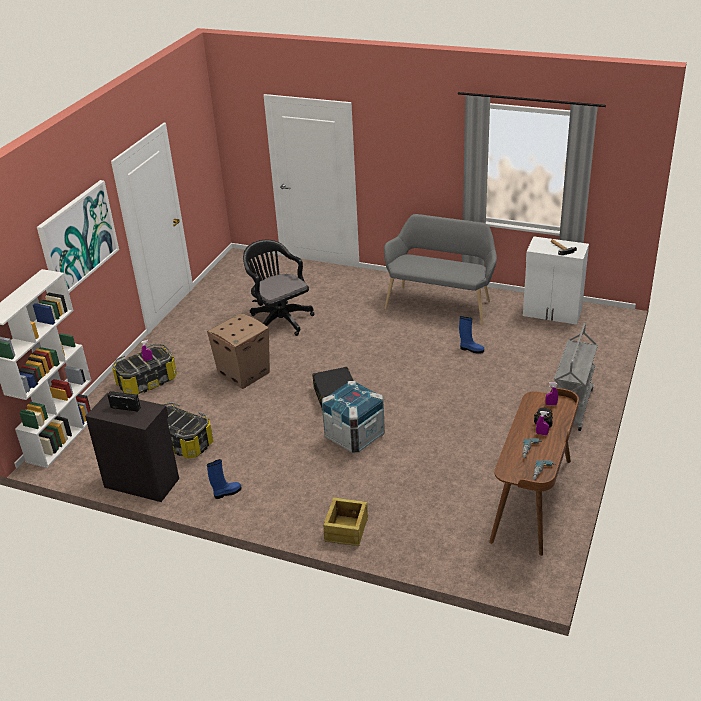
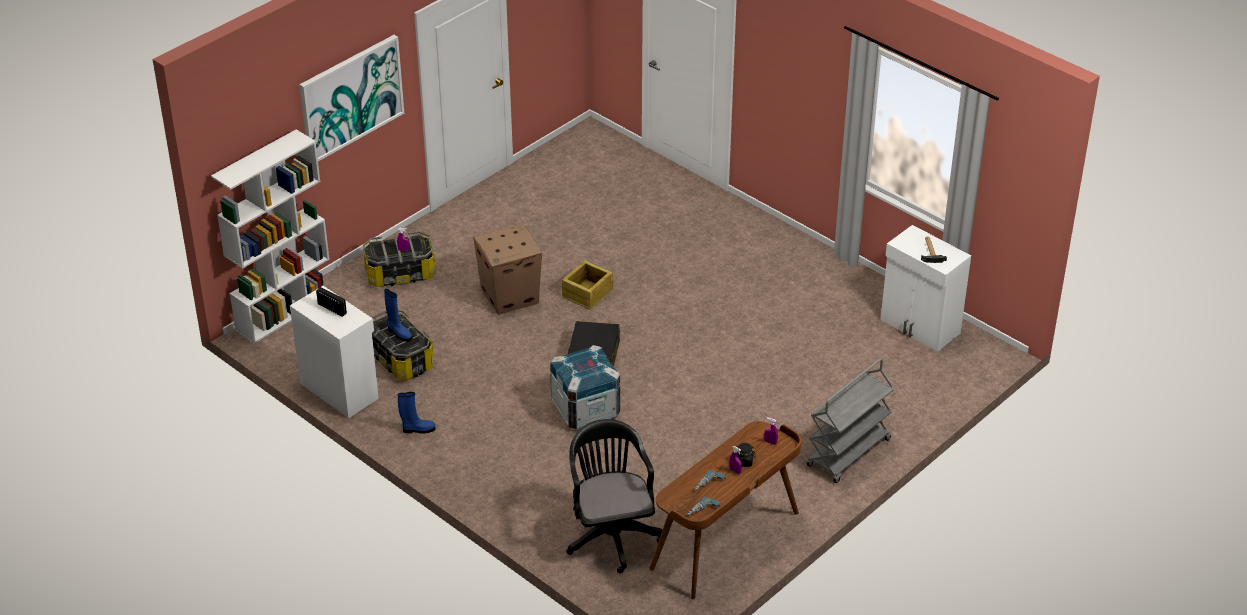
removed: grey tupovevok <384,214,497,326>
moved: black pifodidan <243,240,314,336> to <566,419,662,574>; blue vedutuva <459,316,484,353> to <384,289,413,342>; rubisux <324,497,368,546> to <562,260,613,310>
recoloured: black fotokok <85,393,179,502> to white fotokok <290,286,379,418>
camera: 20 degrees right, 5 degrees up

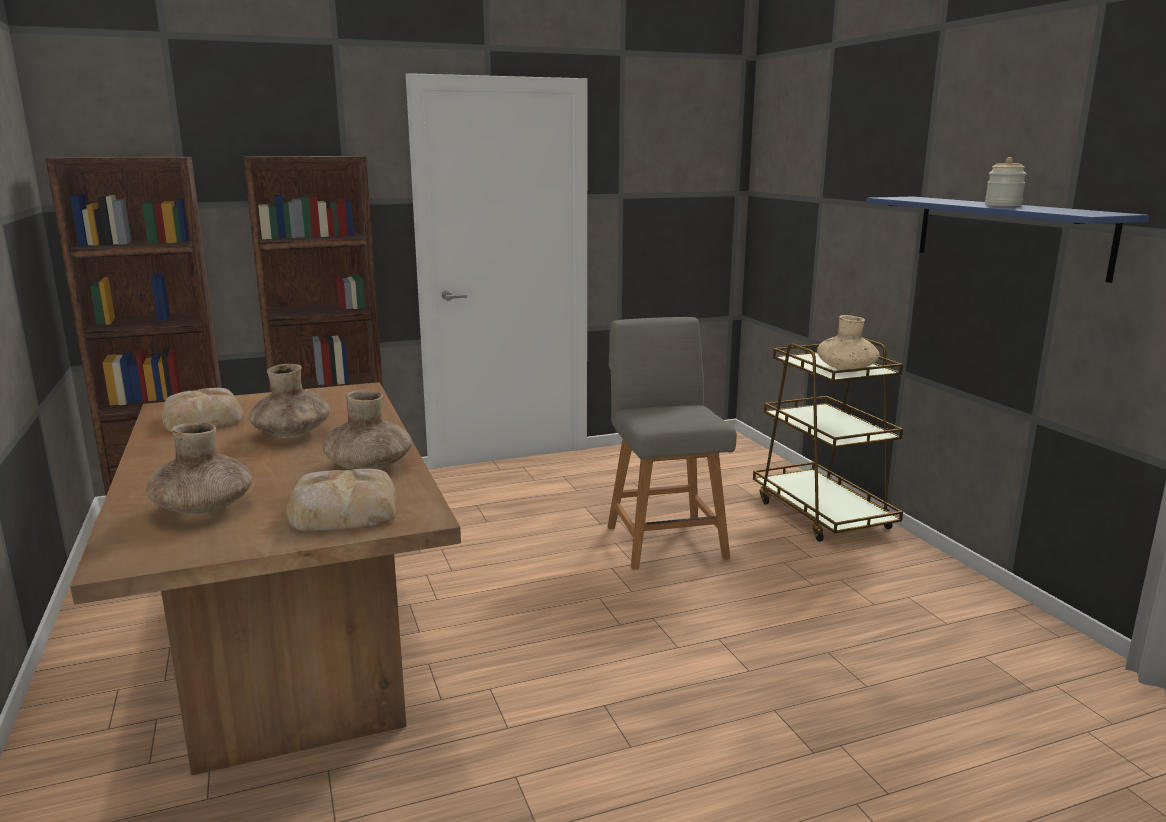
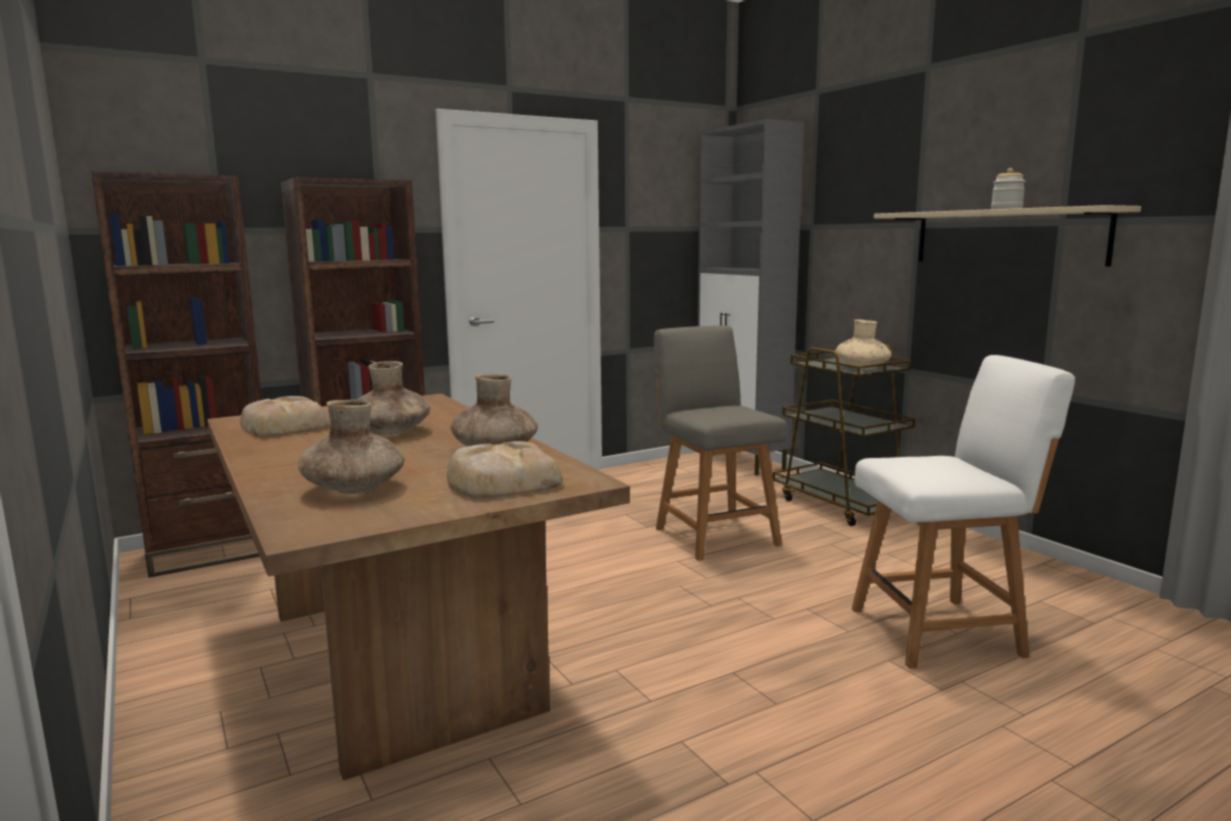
added: grey fotokok <698,119,804,476>; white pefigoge <852,355,1075,669>
recoloured: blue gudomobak <866,197,1149,283> to beige gudomobak <874,205,1141,267>
camera: 10 degrees left, 5 degrees down

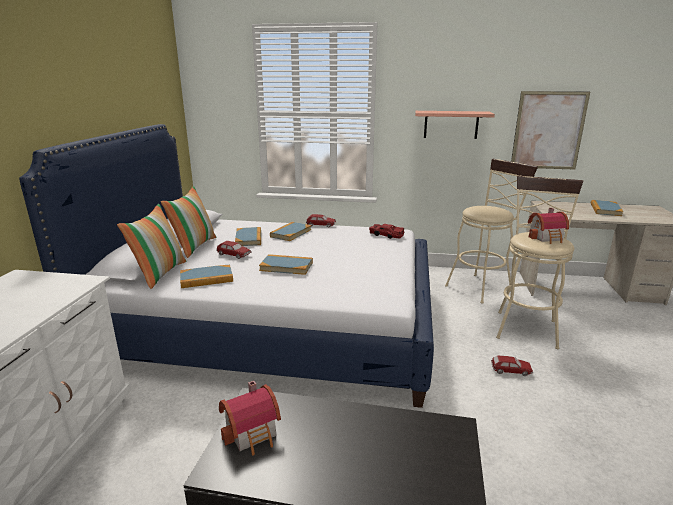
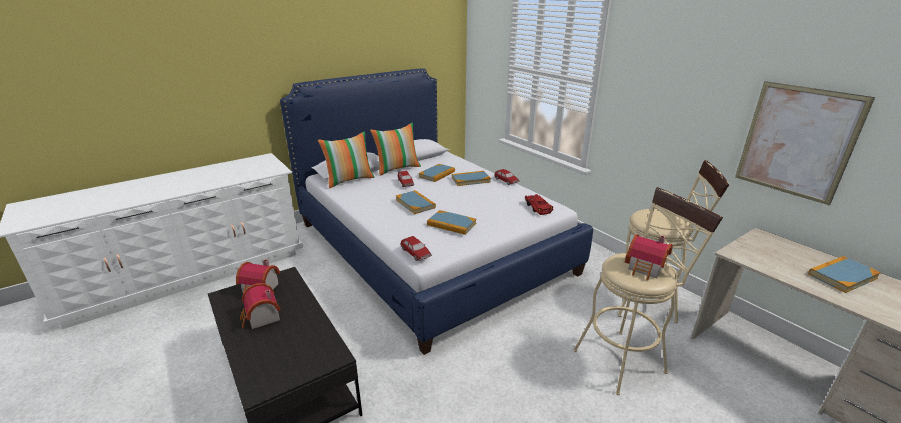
removed: gudomobak <415,111,495,139>
added: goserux <240,283,281,329>
moved: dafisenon <180,265,233,288> to <427,210,476,235>; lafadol <491,356,533,376> to <400,236,432,261>
camera: 45 degrees right, 5 degrees up

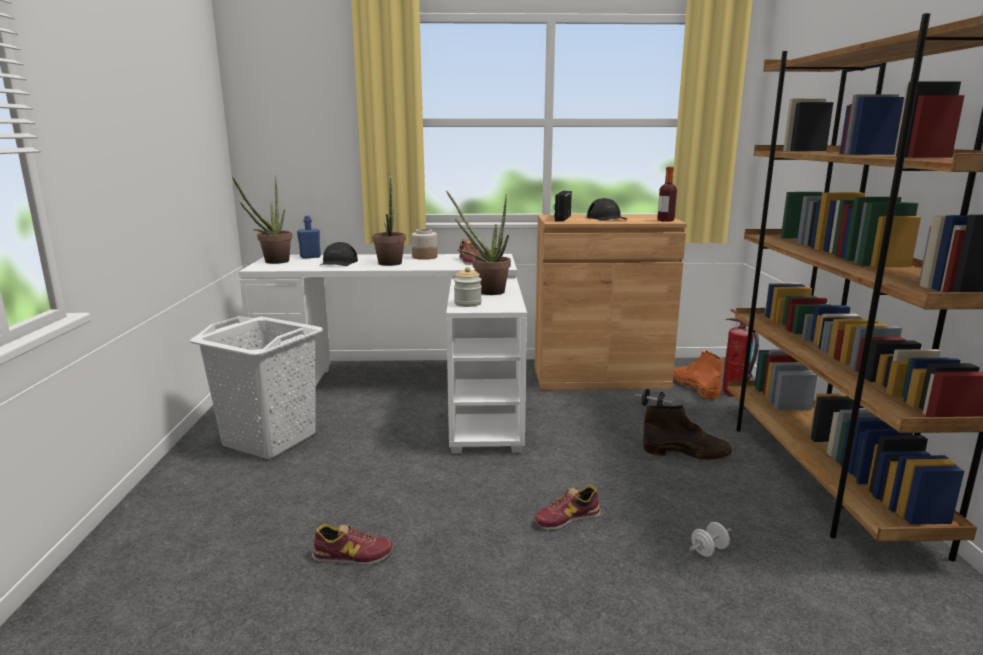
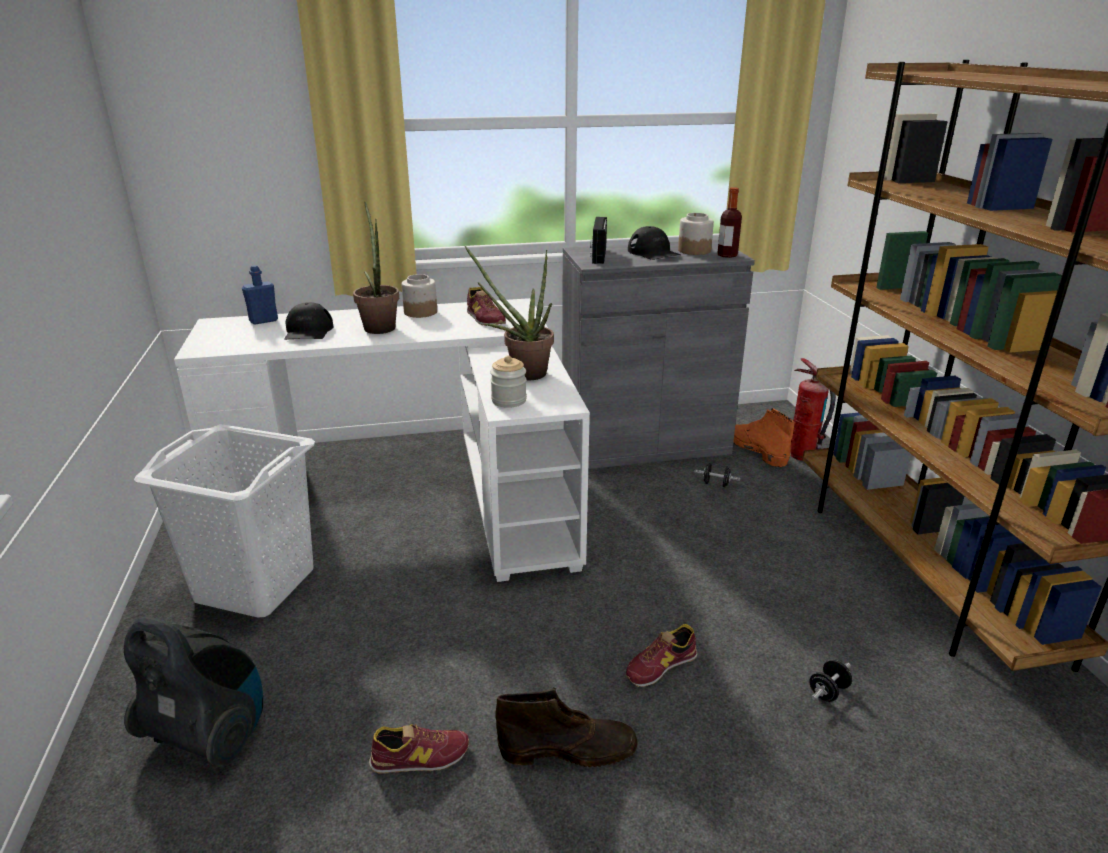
removed: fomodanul <233,176,292,264>
added: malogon <678,213,714,255>; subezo <124,616,263,767>
moved: brown vedutuva <643,405,732,460> to <495,688,638,767>
recoloured: brown fotokok <535,215,687,390> to grey fotokok <562,240,755,469>; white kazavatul <689,522,731,557> to black kazavatul <809,660,852,702>
camera: 10 degrees left, 10 degrees up

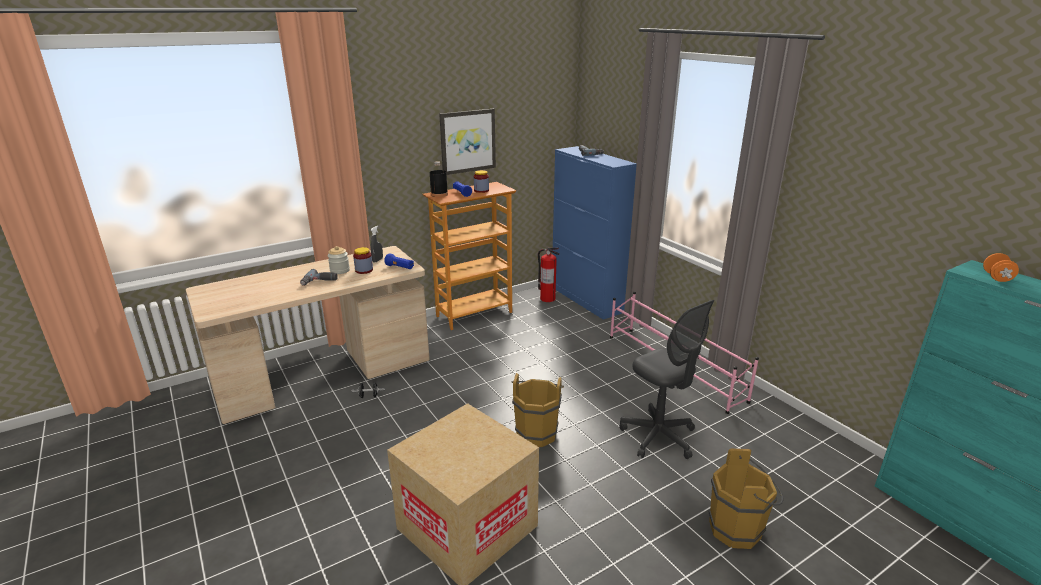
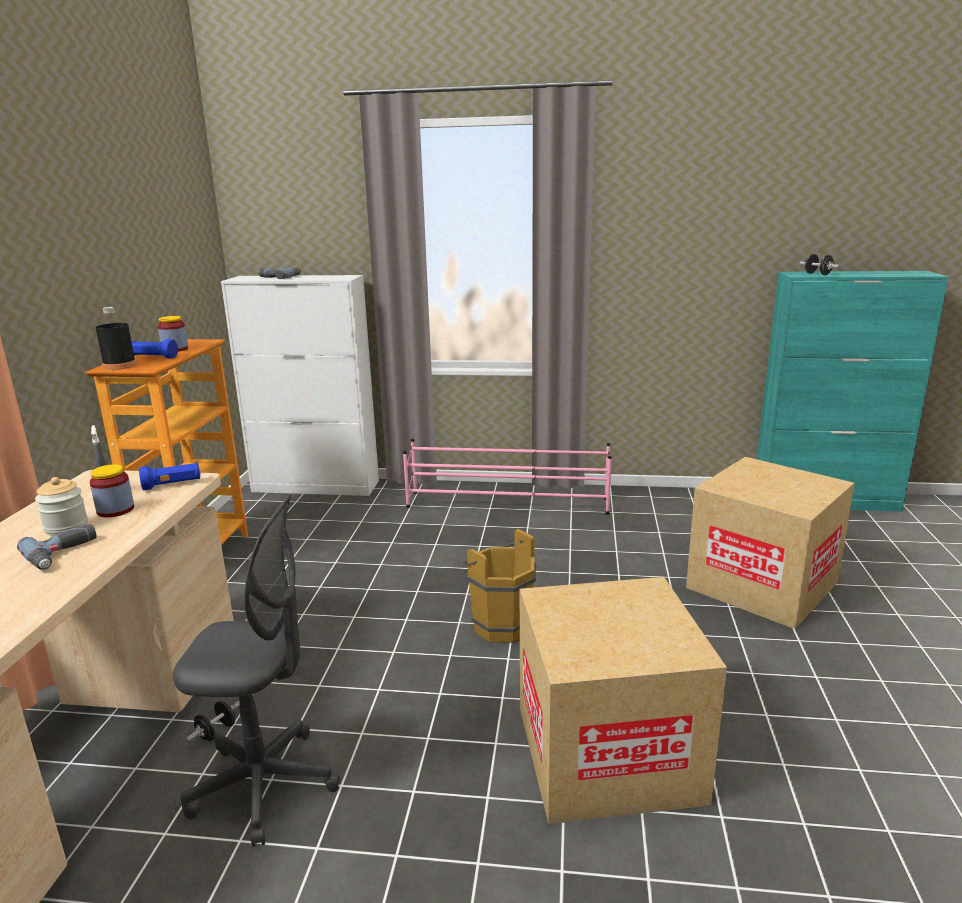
removed: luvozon <439,109,496,175>; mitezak <538,248,559,302>
moved: grey pifodidan <620,300,714,459> to <173,494,340,847>
replaced: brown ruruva <709,448,784,549> to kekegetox <686,457,855,629>
recoloured: blue fotokok <553,146,637,320> to white fotokok <221,275,379,496>; orange kazavatul <983,253,1019,282> to black kazavatul <800,254,839,275>
camera: 50 degrees left, 5 degrees down

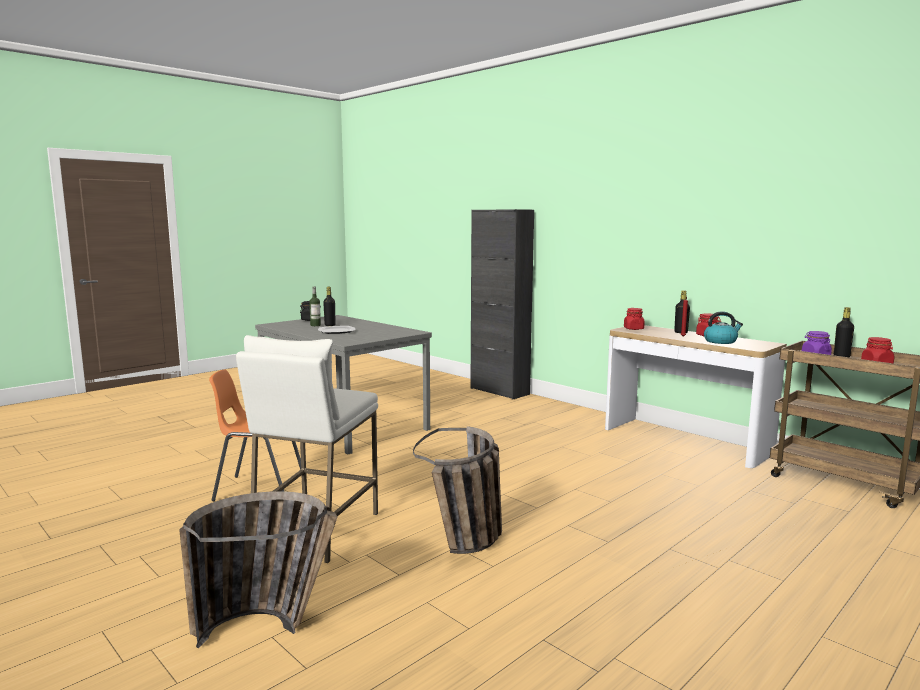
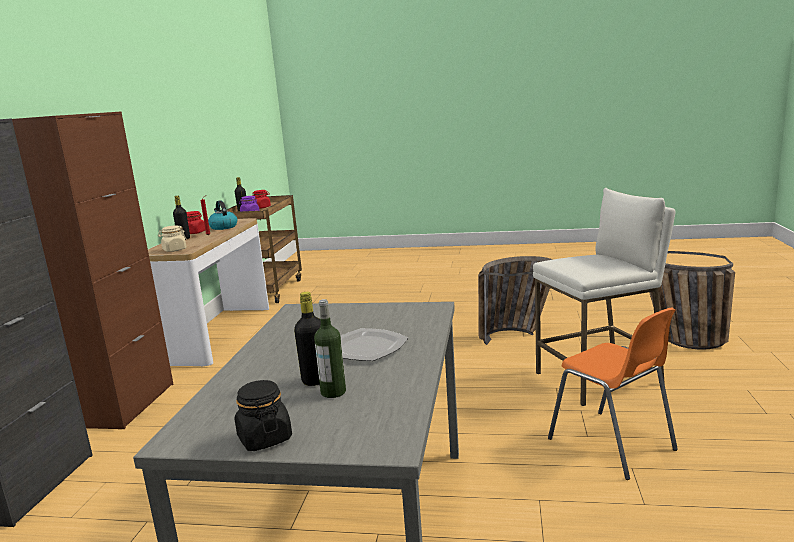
added: brown fotokok <12,111,174,429>
recoloured: red malogon <624,308,645,330> to beige malogon <158,226,187,252>
camera: 125 degrees left, 5 degrees up

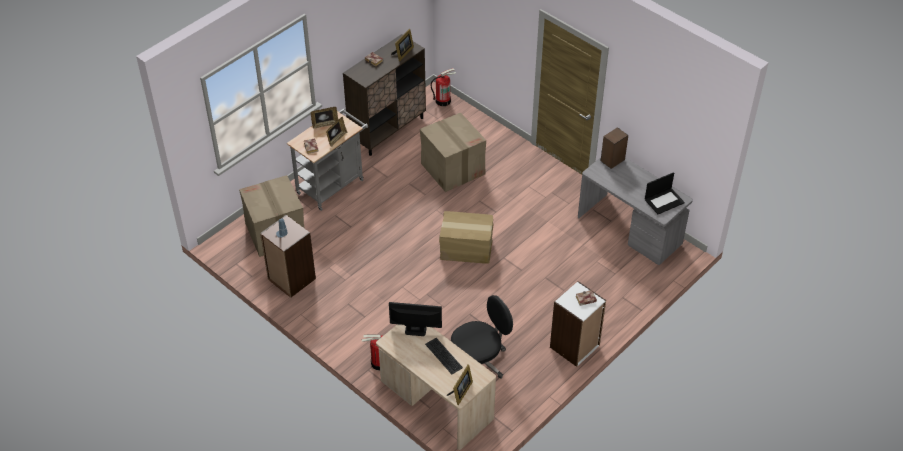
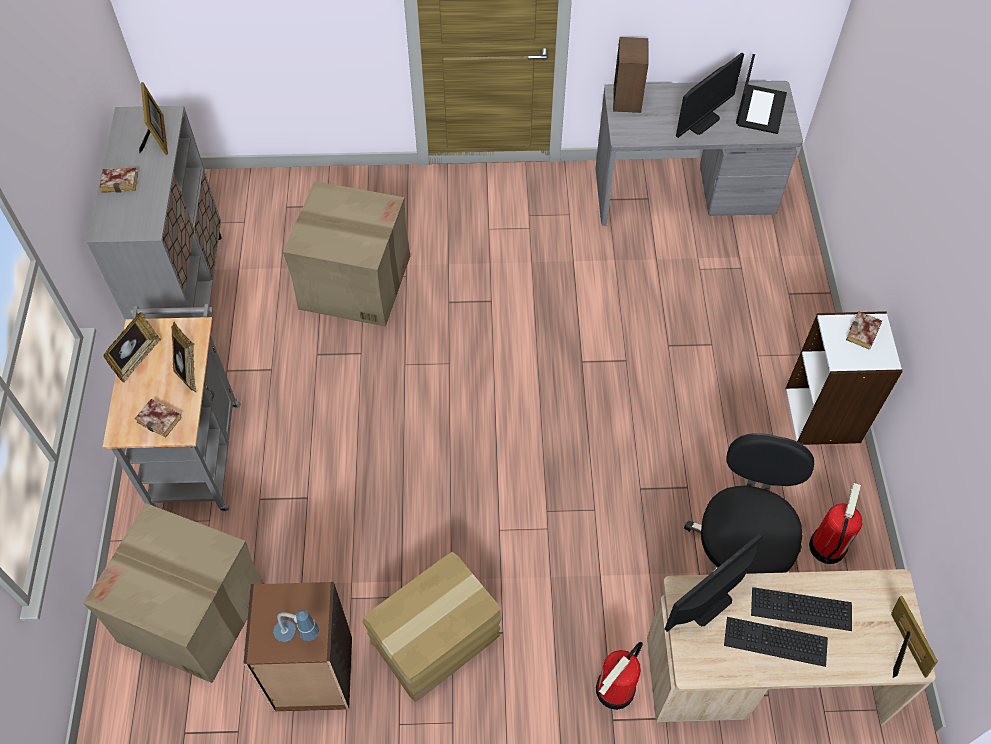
added: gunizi <676,53,744,138>; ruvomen <724,617,828,667>
moved: mitezak <430,68,456,106> to <809,483,863,564>; kekegetox <439,211,493,264> to <362,552,502,702>
recoloured: brown fotokok <343,34,426,156> to grey fotokok <87,106,222,320>
camera: 45 degrees left, 10 degrees up

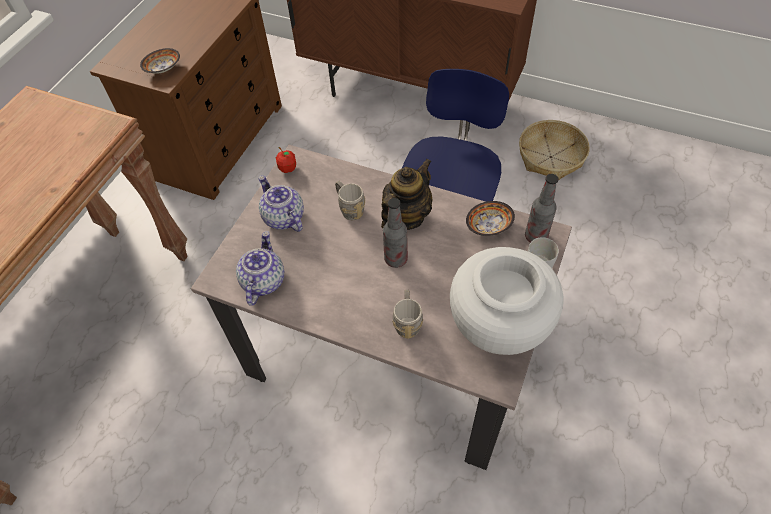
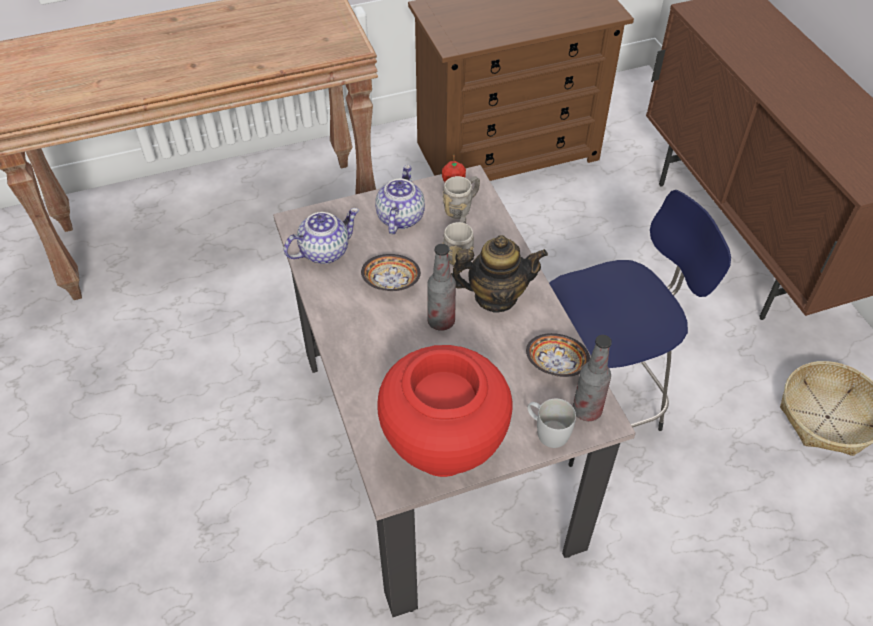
moved: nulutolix <140,48,180,74> to <361,254,421,291>; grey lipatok <392,290,423,339> to <443,176,480,219>
recoloured: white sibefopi <450,247,564,355> to red sibefopi <377,345,512,477>
camera: 45 degrees right, 5 degrees down

